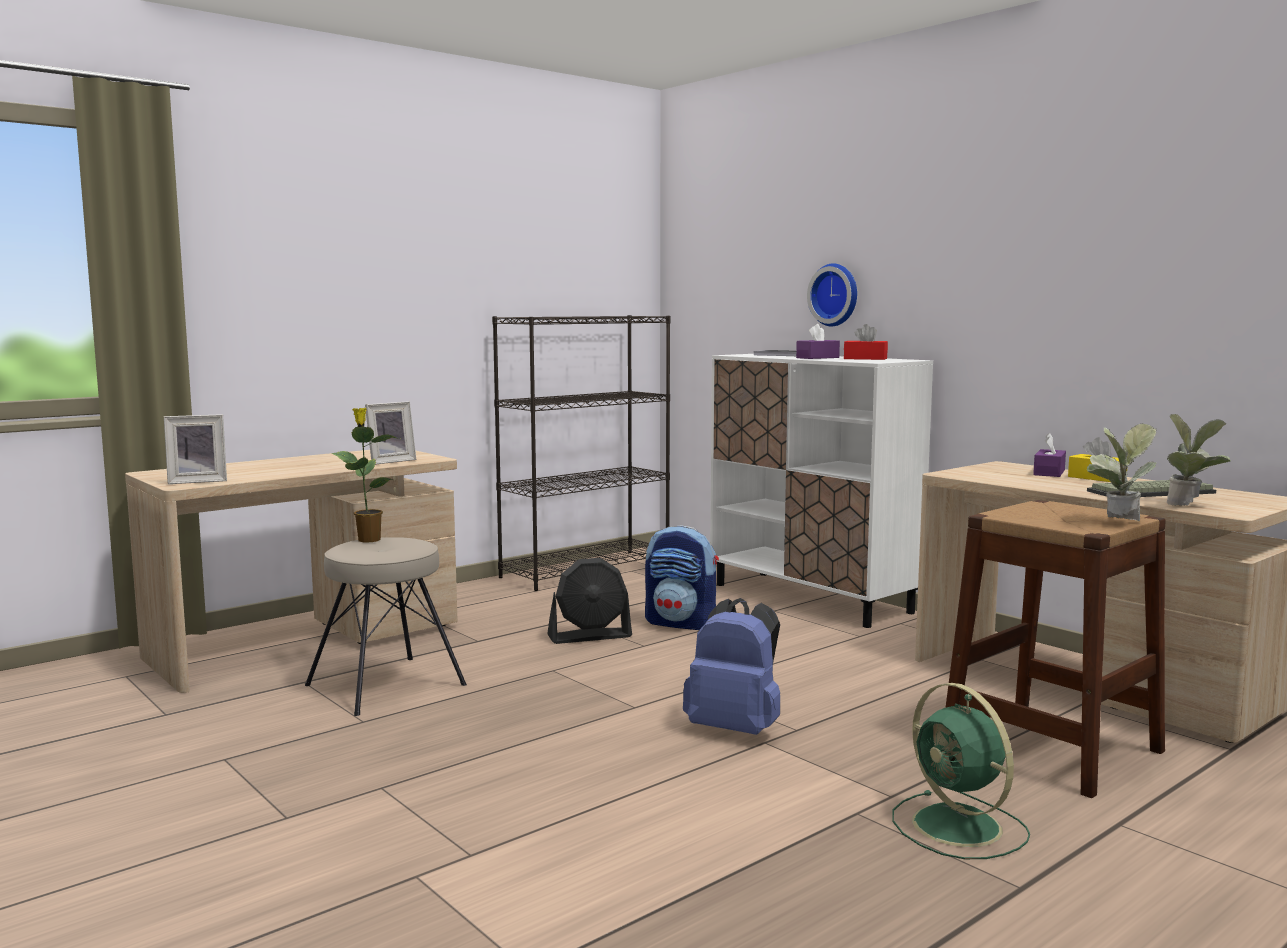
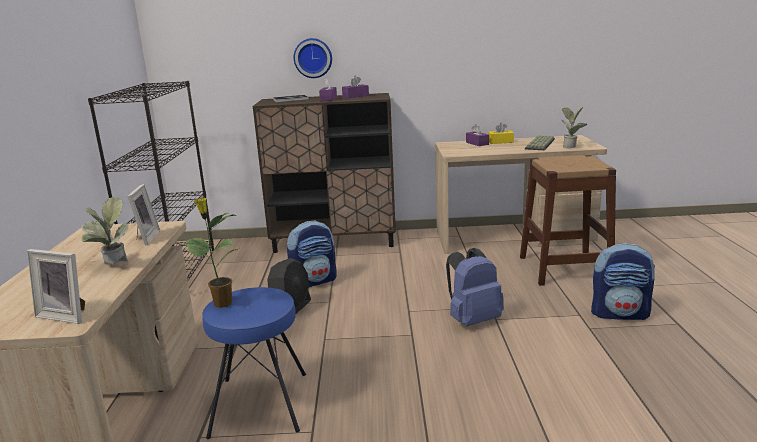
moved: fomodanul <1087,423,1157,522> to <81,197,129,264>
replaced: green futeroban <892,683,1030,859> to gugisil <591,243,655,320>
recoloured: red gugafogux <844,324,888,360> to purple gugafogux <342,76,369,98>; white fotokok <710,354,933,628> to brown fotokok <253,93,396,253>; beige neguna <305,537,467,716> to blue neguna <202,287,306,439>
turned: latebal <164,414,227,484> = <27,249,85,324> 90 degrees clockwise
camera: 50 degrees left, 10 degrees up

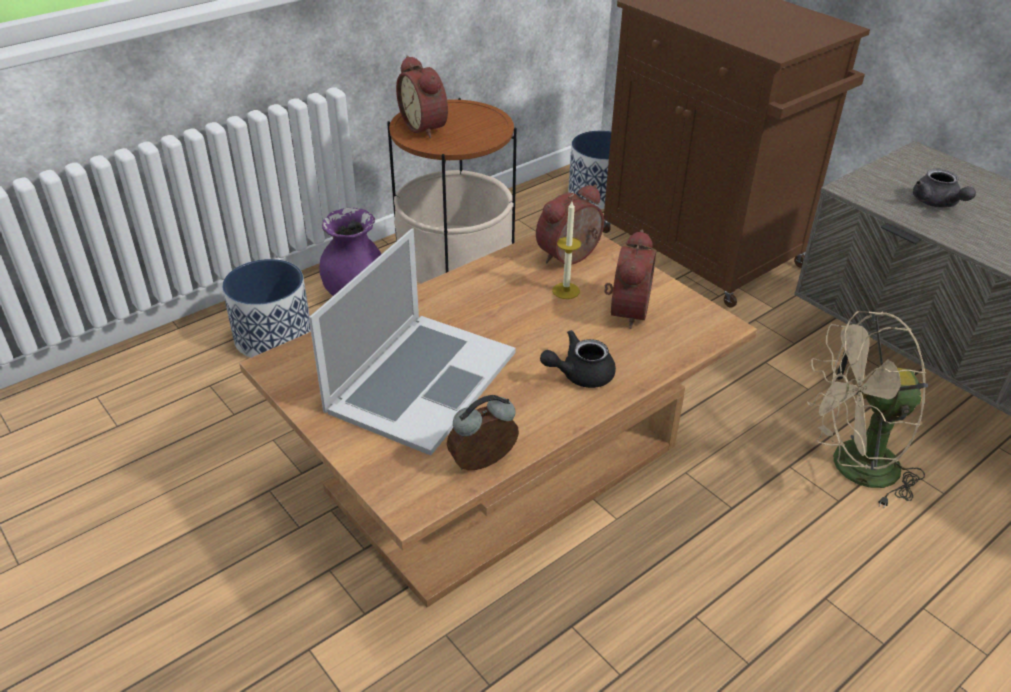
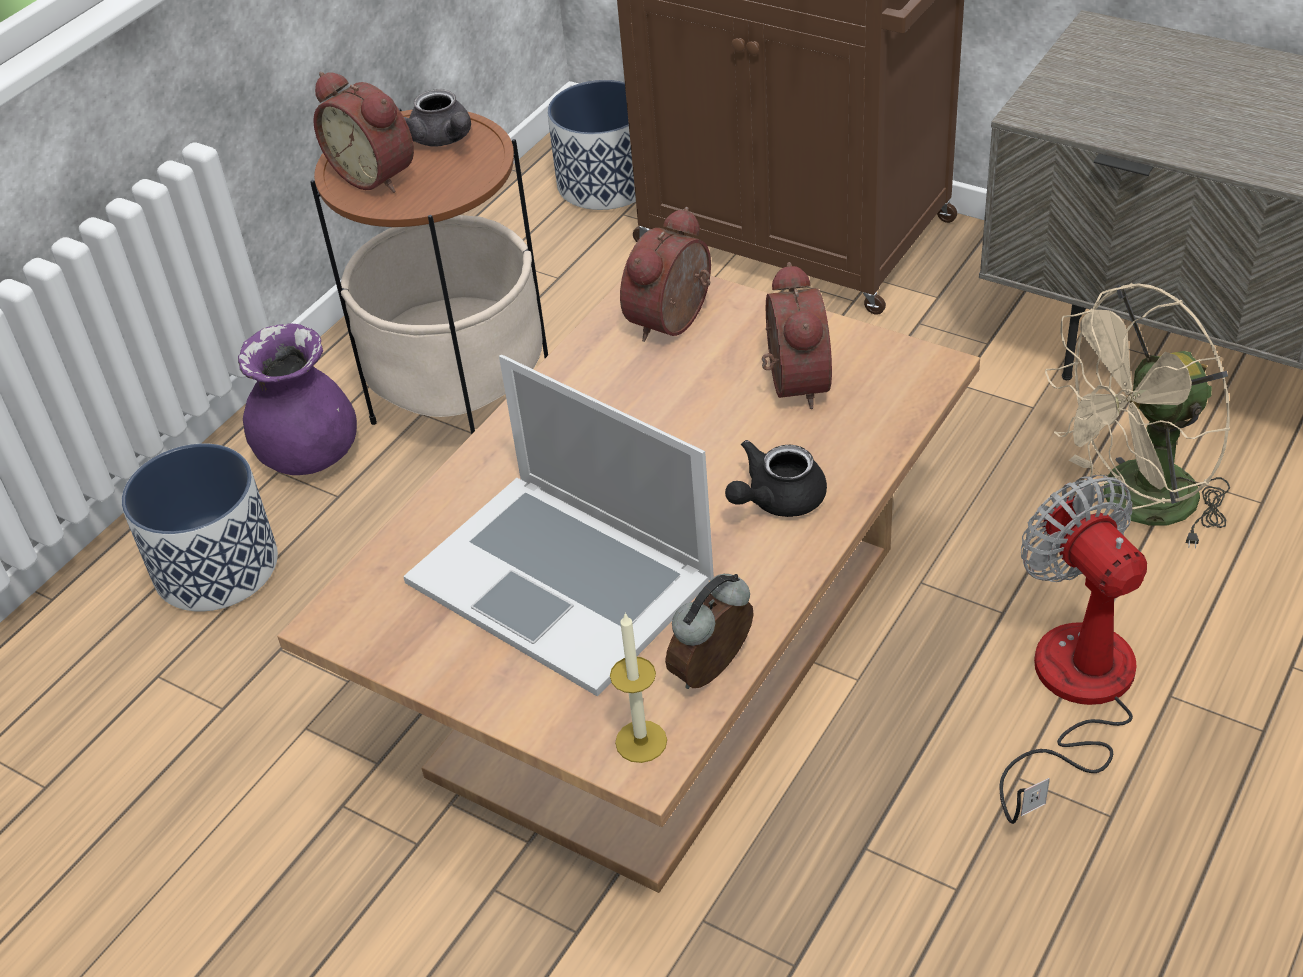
added: futeroban <1000,475,1147,824>
moved: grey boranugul <913,169,976,208> to <404,89,471,147>; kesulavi <552,201,581,299> to <610,612,667,763>
turned: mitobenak <309,229,516,456> = <403,355,714,697> 120 degrees clockwise
camera: 15 degrees left, 5 degrees up

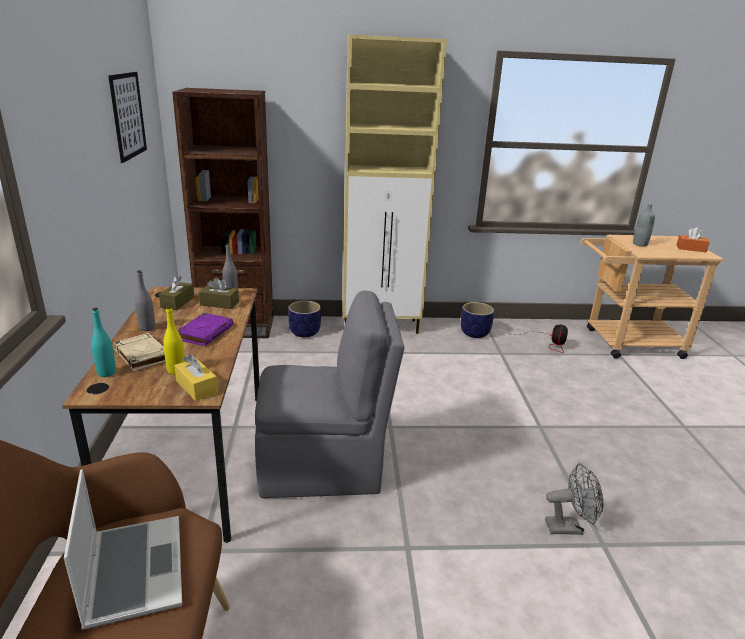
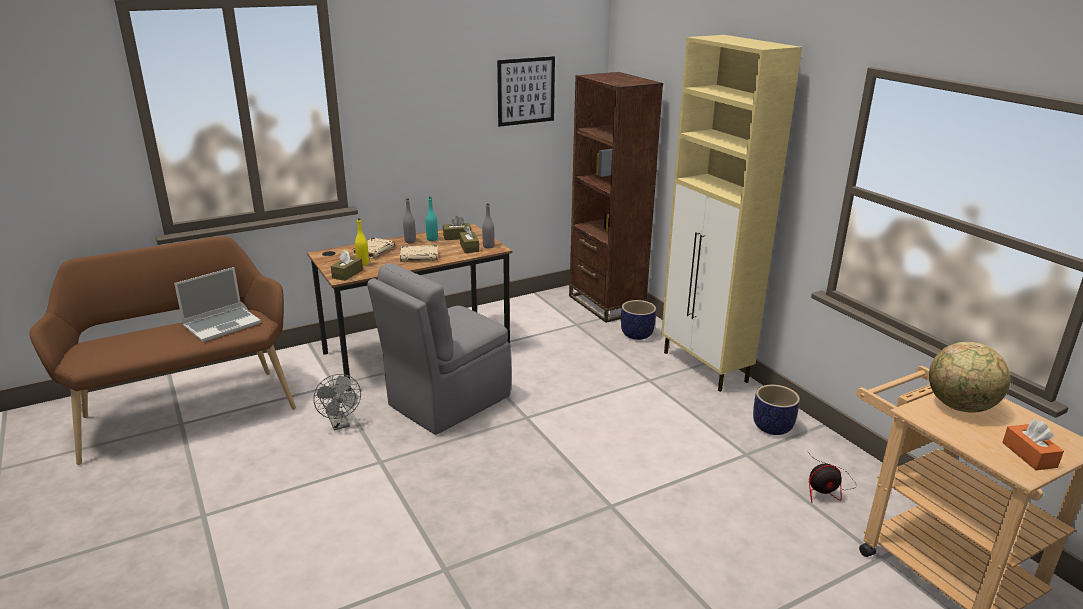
moved: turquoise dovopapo <91,308,116,377> to <426,197,438,241>; grey futeroban <545,463,603,535> to <313,374,361,430>
replaced: grey dovopapo <633,204,655,247> to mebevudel <929,342,1010,413>
recoloured: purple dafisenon <178,313,234,346> to beige dafisenon <400,245,438,262>; yellow gugafogux <174,354,218,401> to brown gugafogux <331,250,363,281>
turned: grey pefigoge <255,290,405,498> = <367,263,511,435> 75 degrees clockwise
camera: 65 degrees right, 0 degrees up

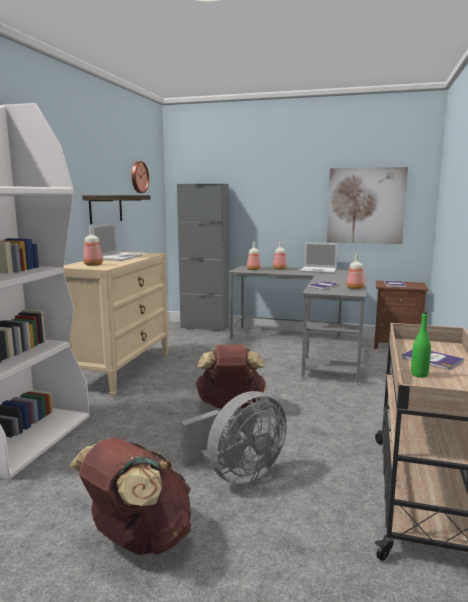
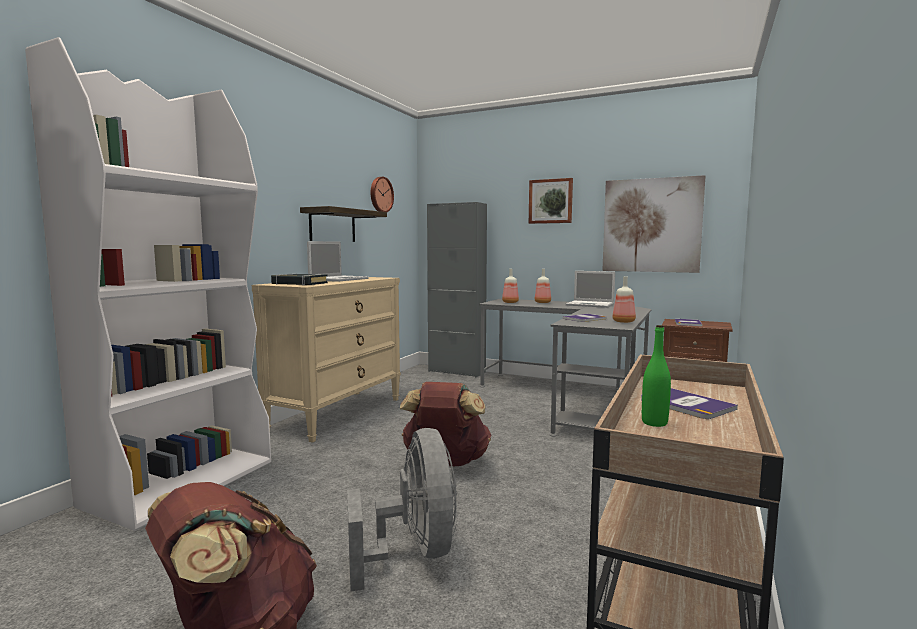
added: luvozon <529,178,573,224>
replaced: dovopapo <83,226,103,266> to black dafisenon <271,274,328,285>
turned: grey futeroban <180,391,287,484> = <347,428,457,591> 75 degrees counterclockwise
camera: 10 degrees right, 5 degrees down

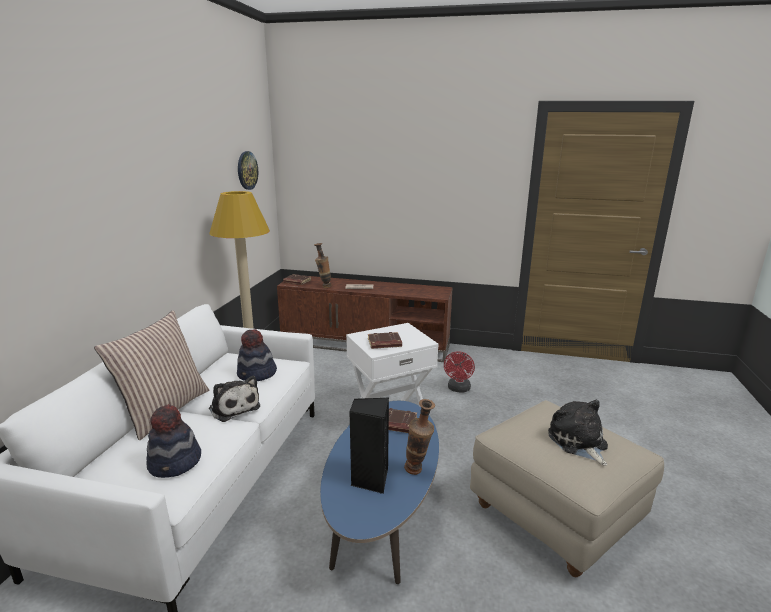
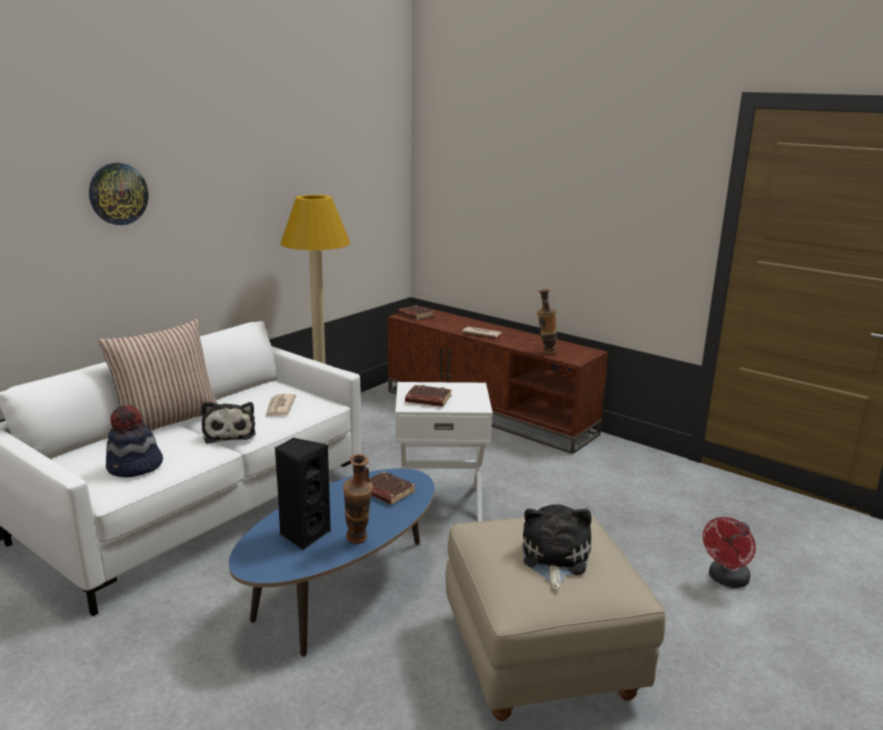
moved: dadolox <238,151,258,190> to <89,163,149,225>; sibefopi <314,243,332,288> to <537,289,557,354>; red futeroban <444,351,475,392> to <703,517,756,588>
replaced: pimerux <237,329,277,381> to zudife <265,394,296,417>
camera: 25 degrees right, 0 degrees up

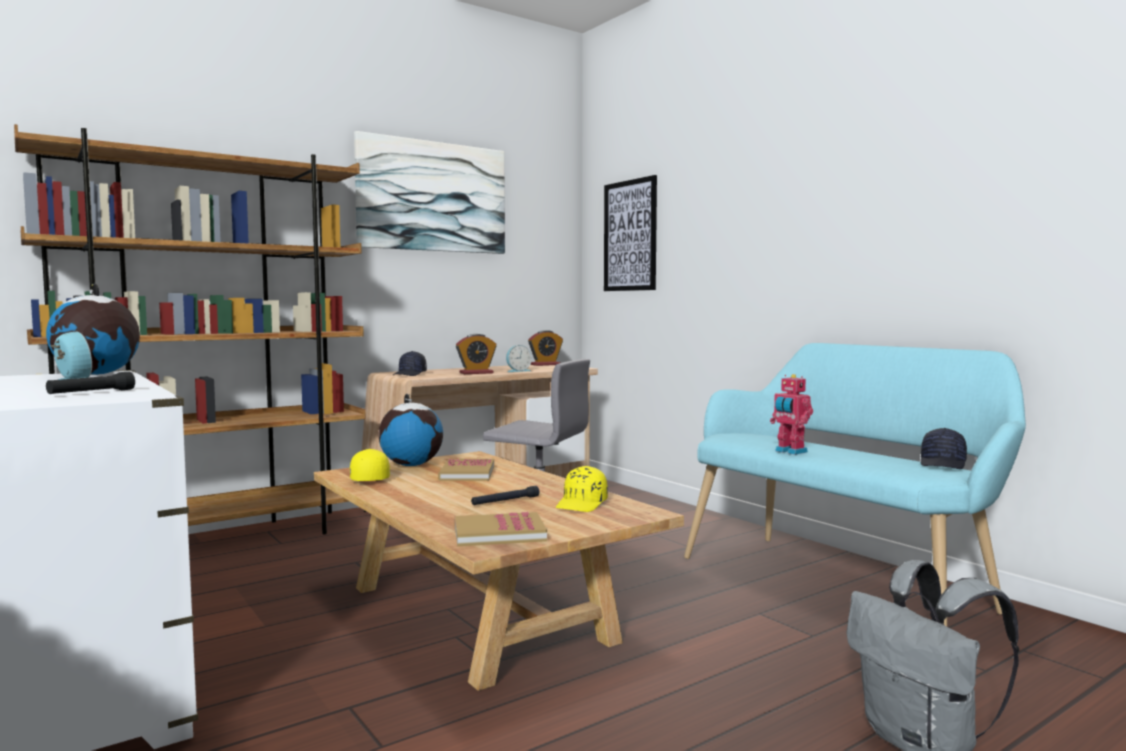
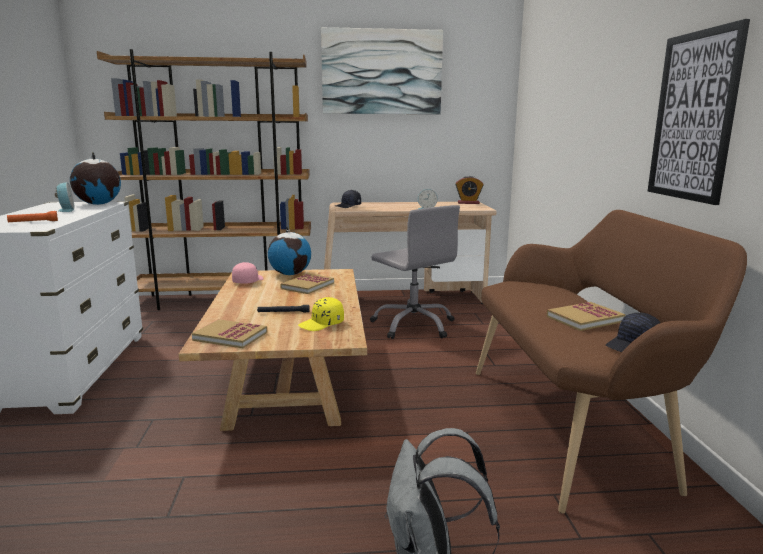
removed: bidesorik <456,334,496,374>; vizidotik <770,374,813,455>
added: dafisenon <547,302,626,331>
moved: luvozon <604,175,657,291> to <648,19,750,205>
recoloured: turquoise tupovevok <684,343,1026,626> to brown tupovevok <476,210,747,513>; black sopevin <46,372,135,394> to orange sopevin <7,211,58,223>; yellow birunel <350,449,390,481> to pink birunel <232,262,264,284>
camera: 30 degrees right, 10 degrees up

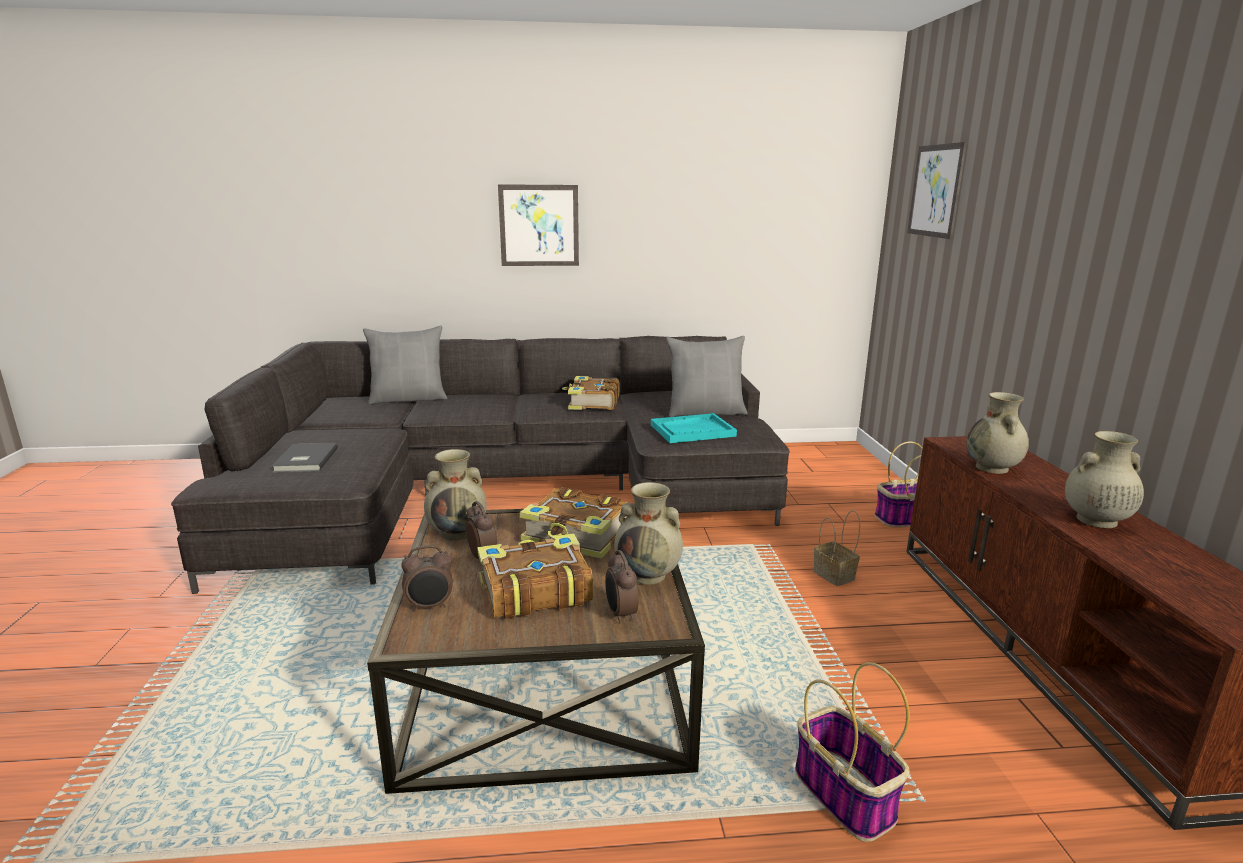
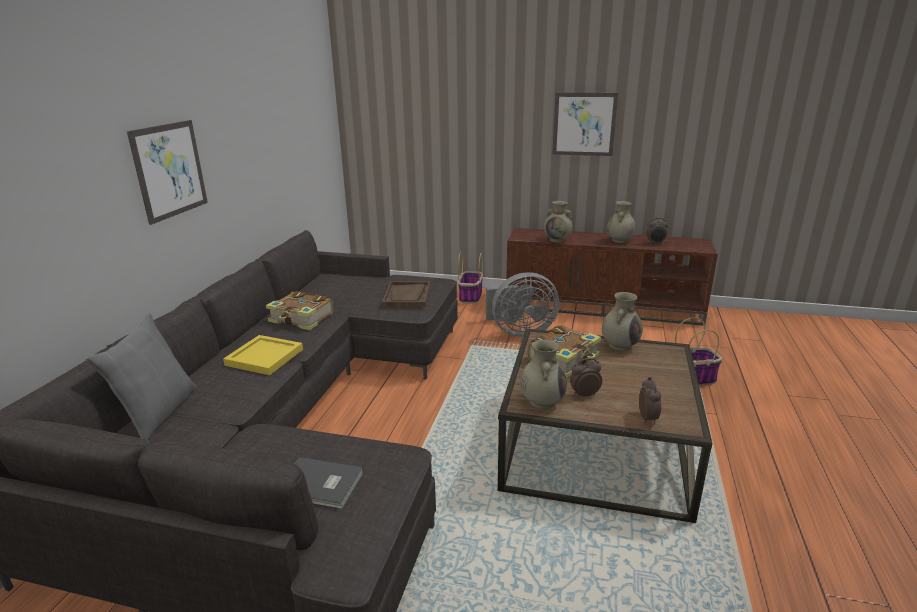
removed: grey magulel <666,336,748,417>; dafisenon <477,533,593,619>
added: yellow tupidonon <223,335,303,375>
moved: luvozon <907,142,967,239> to <552,93,618,156>; bidesorik <605,550,639,624> to <647,218,668,244>
replaced: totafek <813,510,860,586> to grey futeroban <486,272,559,338>
recoloured: turquoise tupidonon <651,413,737,443> to brown tupidonon <382,281,430,307>
camera: 70 degrees left, 5 degrees up

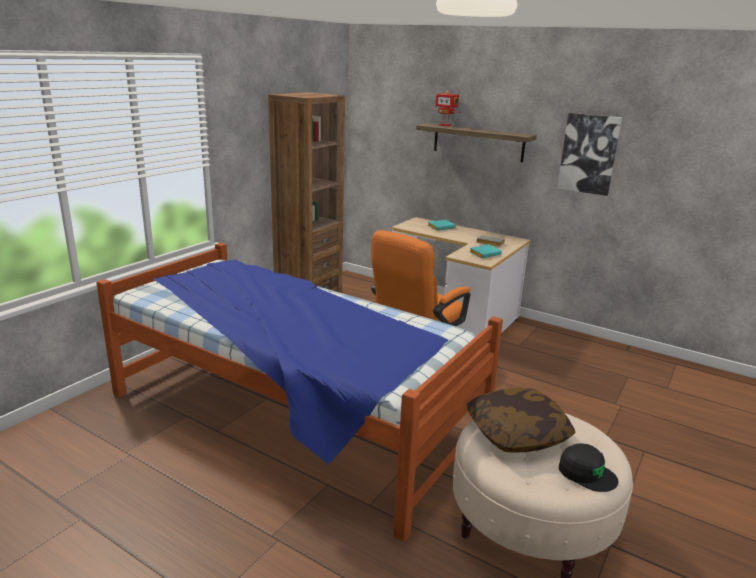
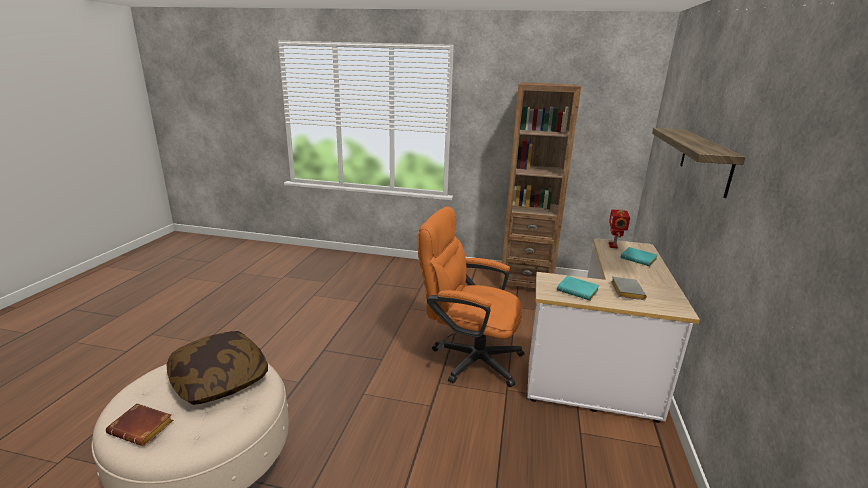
removed: luvozon <557,113,622,196>; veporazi <96,243,503,542>
moved: vizidotik <432,91,461,127> to <608,209,630,249>
replaced: black birunel <559,444,618,492> to brown dafisenon <106,403,173,446>
camera: 70 degrees right, 0 degrees up

